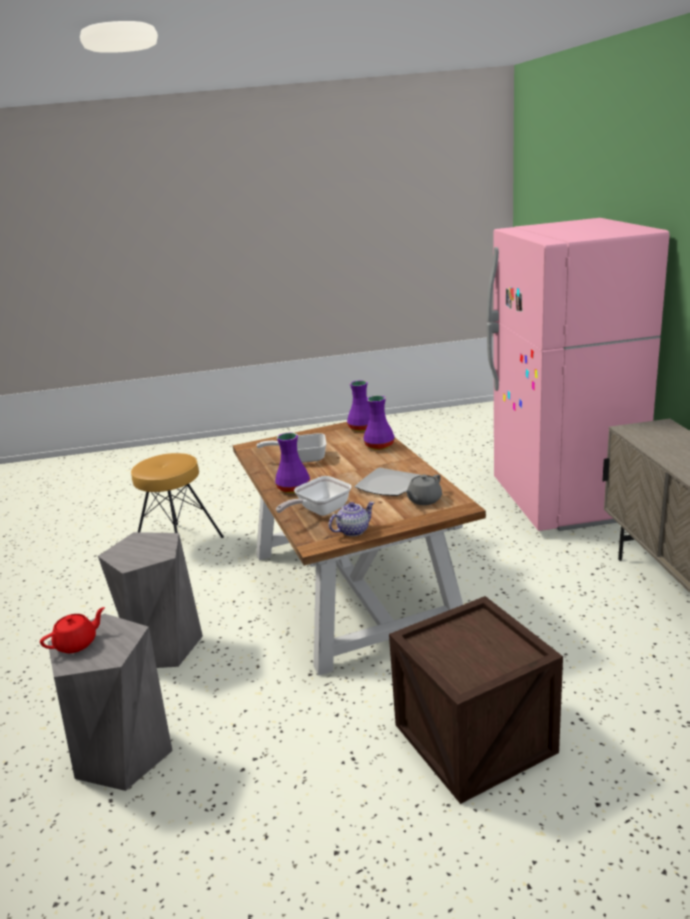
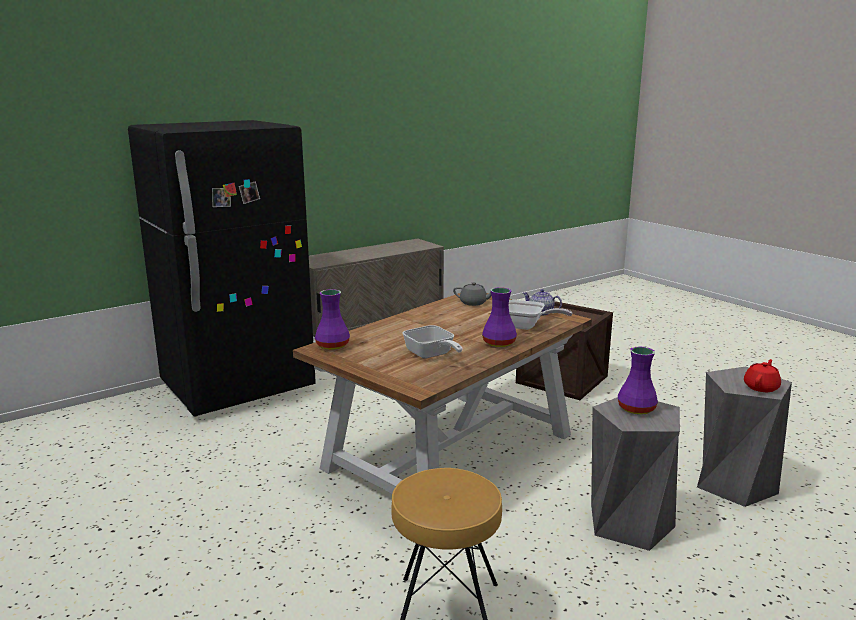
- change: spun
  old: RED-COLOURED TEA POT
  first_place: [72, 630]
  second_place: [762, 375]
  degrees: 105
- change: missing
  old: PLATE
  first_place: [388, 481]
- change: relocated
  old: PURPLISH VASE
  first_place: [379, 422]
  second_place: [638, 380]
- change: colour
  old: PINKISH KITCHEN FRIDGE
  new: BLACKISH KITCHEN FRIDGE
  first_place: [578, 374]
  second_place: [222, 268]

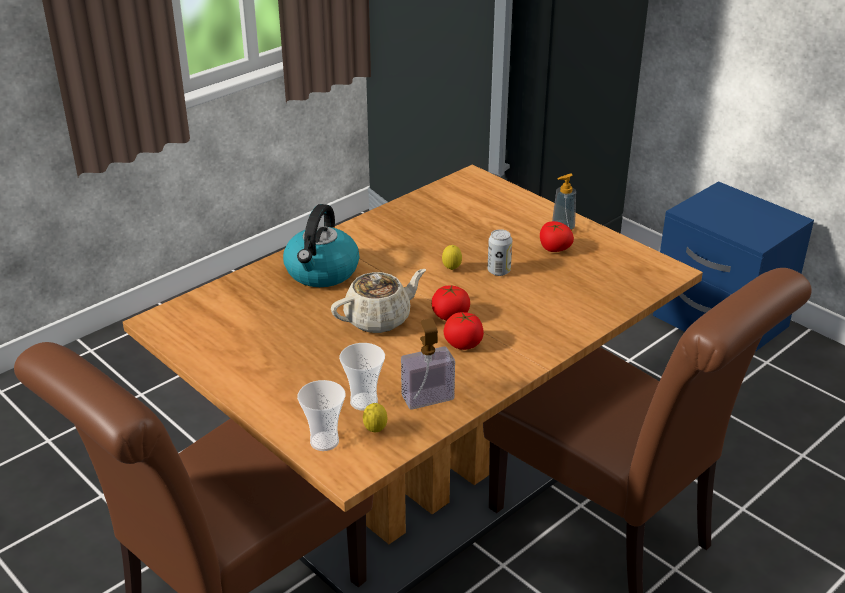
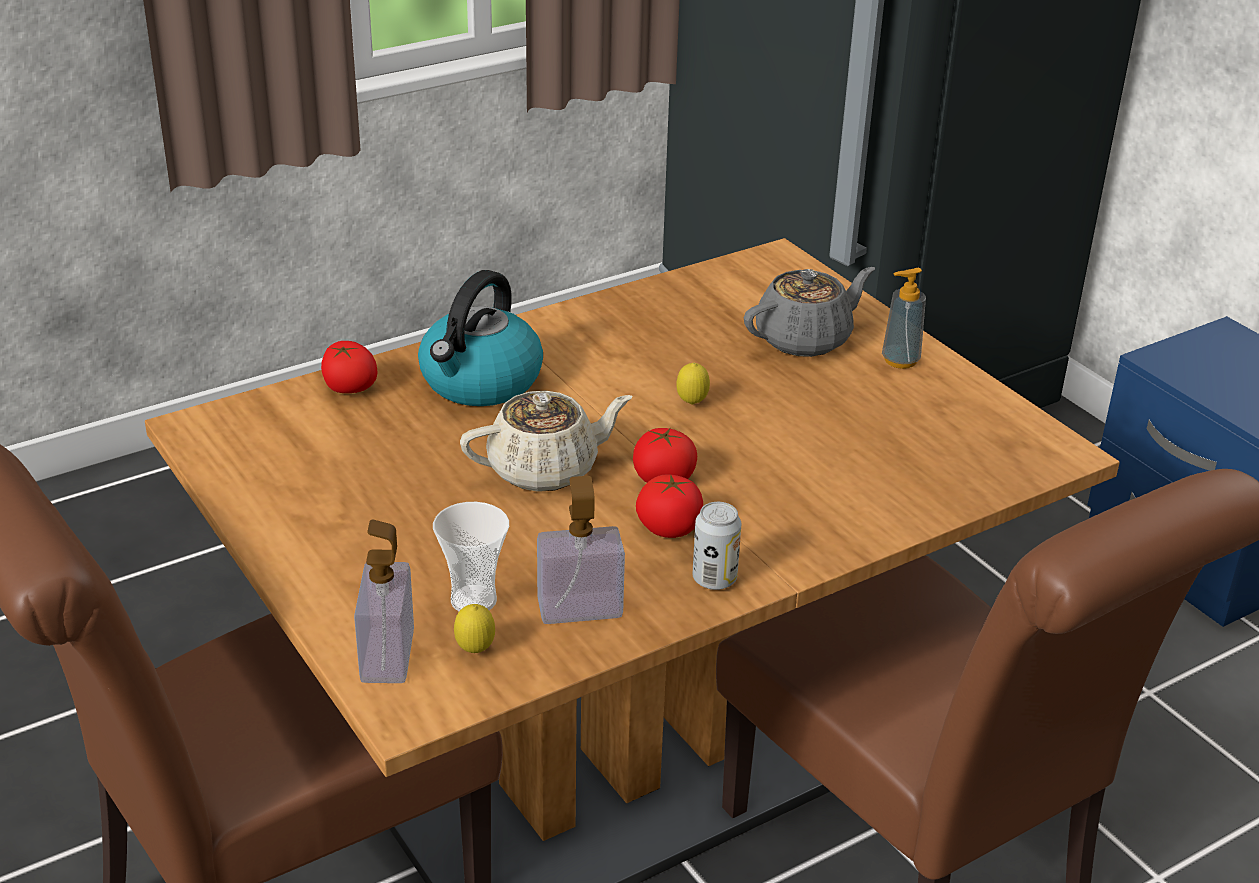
- change: exchanged
  old: SMALL CUP
  new: LIQUID SOAP BOTTLE
  first_place: [321, 415]
  second_place: [384, 601]
- change: relocated
  old: METAL CAN
  first_place: [500, 252]
  second_place: [717, 546]
- change: relocated
  old: WHOLE TOMATO
  first_place: [557, 236]
  second_place: [349, 367]
- change: appeared
  new: GREY TEA POT
  second_place: [809, 312]

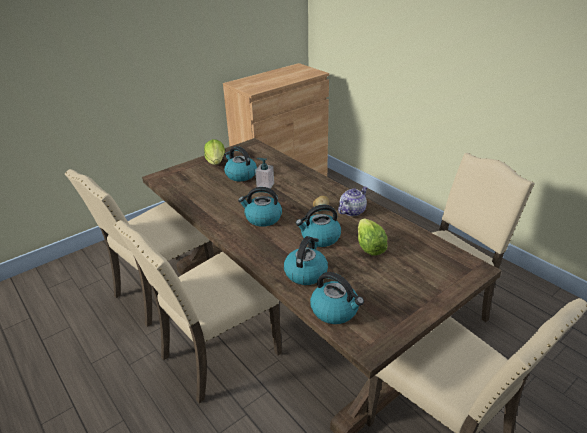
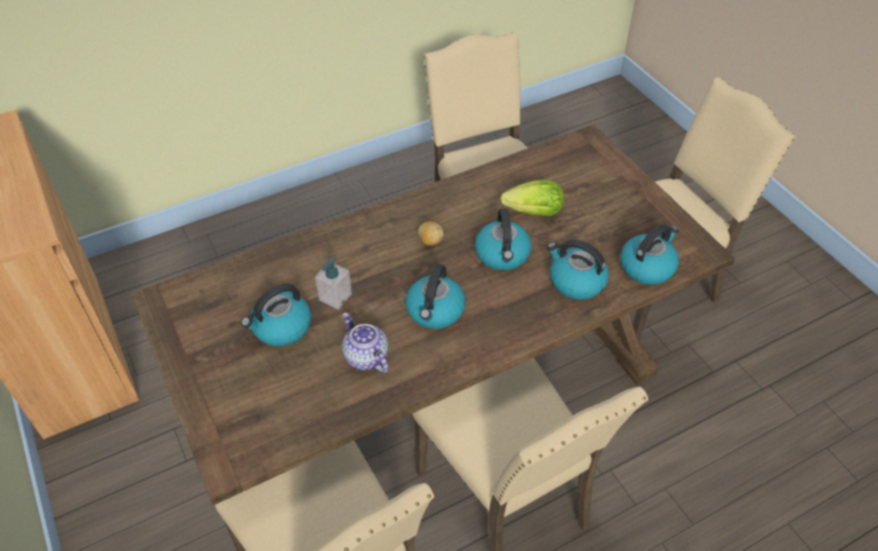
- change: missing
  old: HEAD OF LETTUCE
  first_place: [214, 152]
- change: relocated
  old: TEA POT
  first_place: [353, 201]
  second_place: [365, 343]

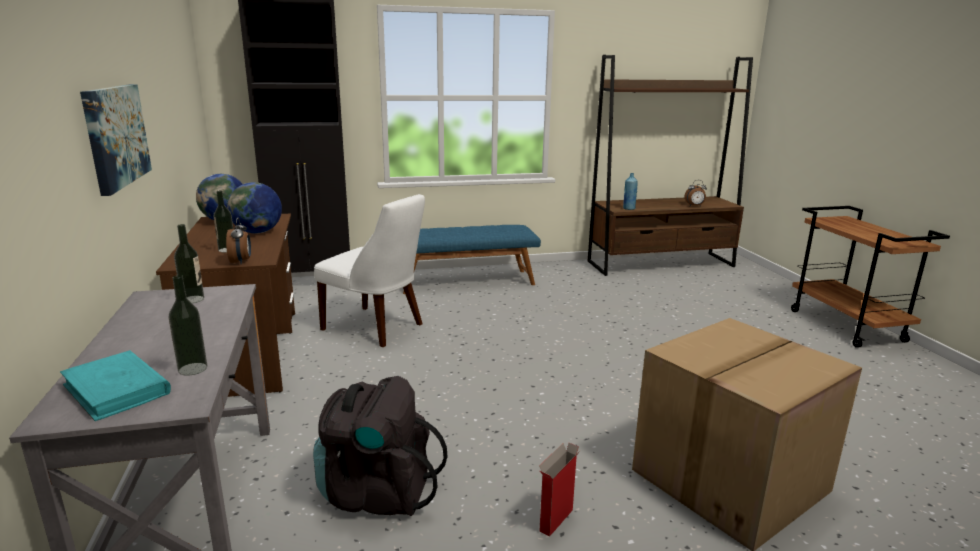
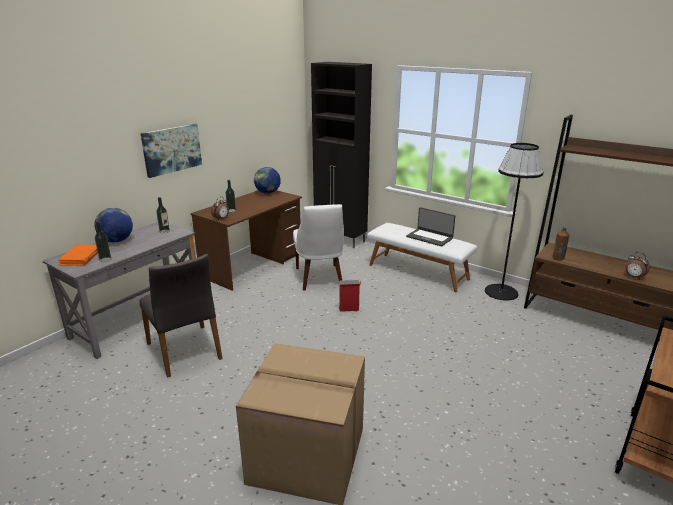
- change: colour
  old: TURQUOISE-COLOURED BOOK
  new: ORANGE-COLOURED BOOK
  first_place: [115, 385]
  second_place: [78, 255]
- change: relocated
  old: WORLD GLOBE
  first_place: [254, 208]
  second_place: [113, 225]
- change: exchanged
  old: BLACKISH KNAPSACK
  new: GREY PLAIN CHAIR
  first_place: [380, 446]
  second_place: [180, 316]
- change: colour
  old: BLUISH LONG SEAT
  new: WHITISH LONG SEAT
  first_place: [472, 259]
  second_place: [422, 257]
- change: relocated
  old: CARDBOARD BOX
  first_place: [560, 490]
  second_place: [349, 296]
- change: colour
  old: BLUISH BOTTLE
  new: BROWN-COLOURED BOTTLE
  first_place: [630, 191]
  second_place: [561, 243]
- change: appeared
  new: NOTEBOOK COMPUTER
  second_place: [430, 226]
- change: appeared
  new: BLACKISH STANDING LAMP
  second_place: [514, 222]

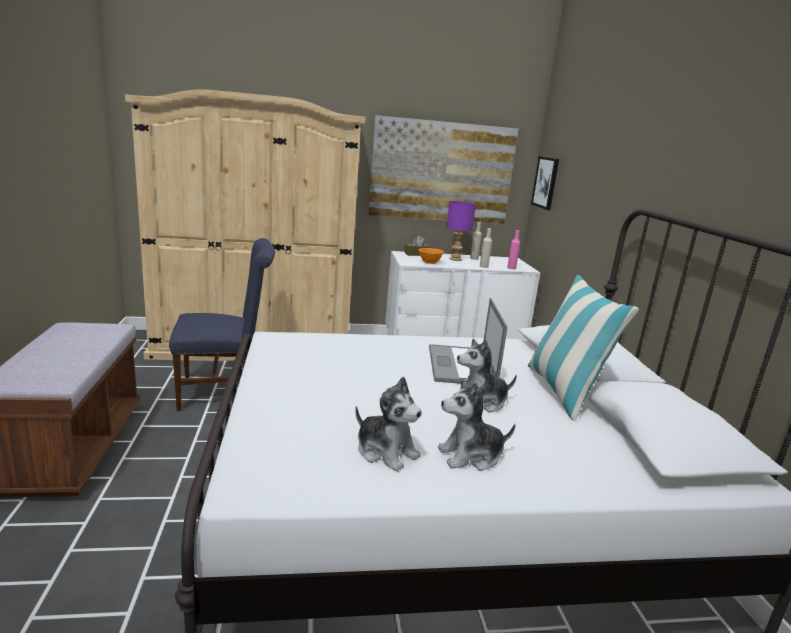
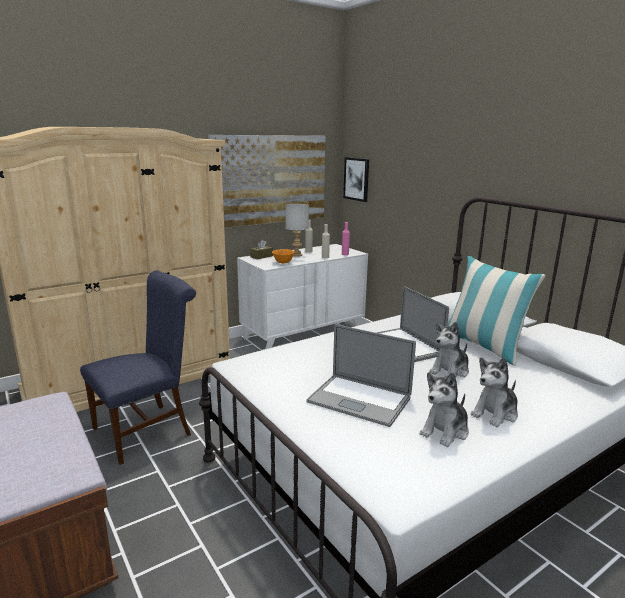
- change: spun
  old: CUDDLY TOY
  first_place: [388, 424]
  second_place: [444, 409]
  degrees: 120
- change: colour
  old: PURPLISH TABLE LAMP
  new: GREY TABLE LAMP
  first_place: [461, 231]
  second_place: [297, 230]
- change: appeared
  new: NOTEBOOK COMPUTER
  second_place: [361, 375]

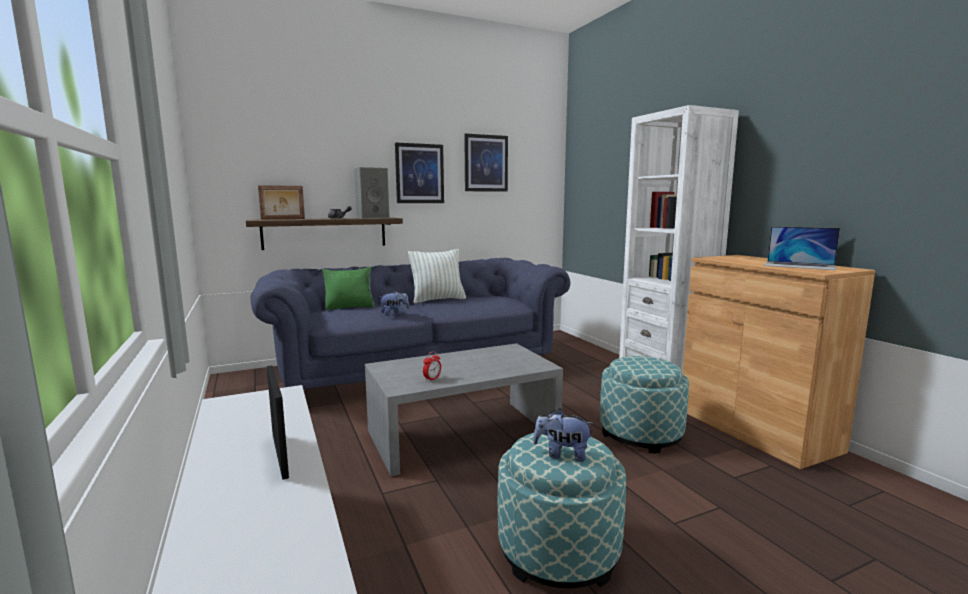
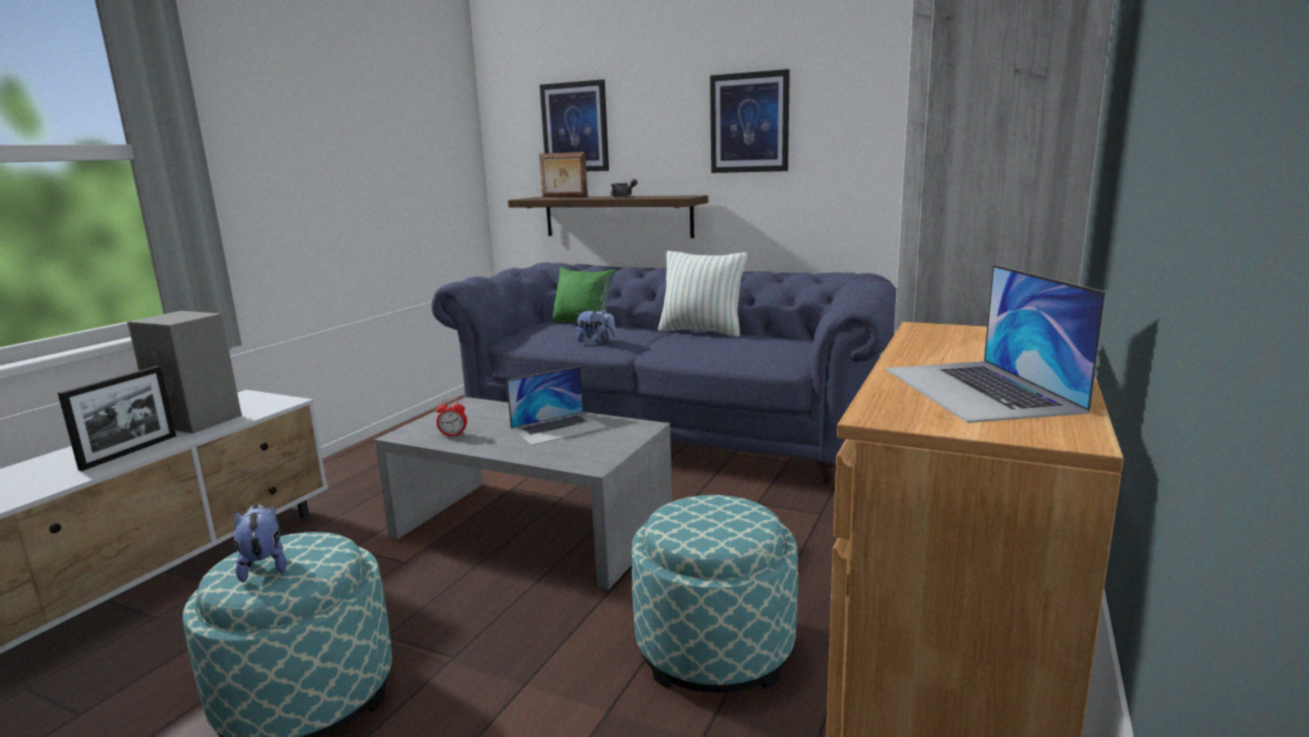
- change: relocated
  old: GREY AUDIO SPEAKER
  first_place: [372, 193]
  second_place: [184, 372]
- change: relocated
  old: PICTURE
  first_place: [486, 162]
  second_place: [574, 125]
- change: appeared
  new: NOTEBOOK COMPUTER
  second_place: [556, 405]

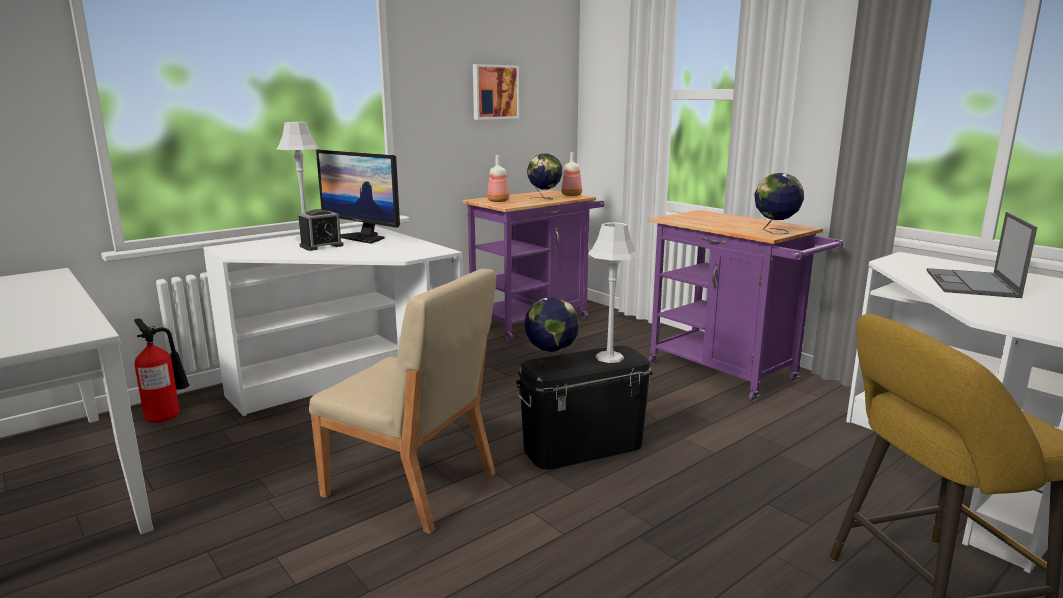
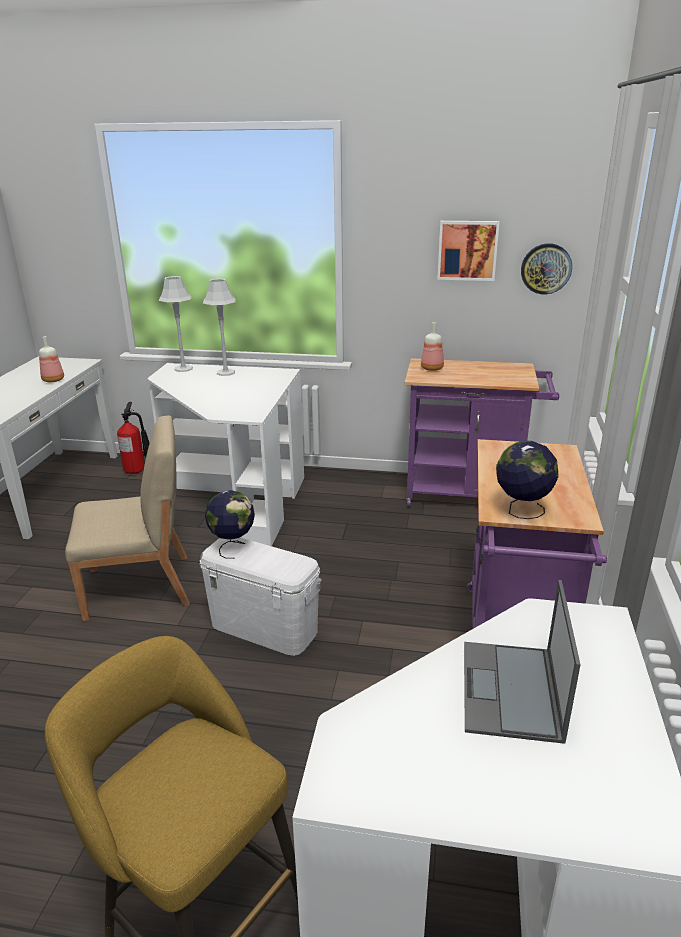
- change: missing
  old: ALARM CLOCK
  first_place: [321, 230]
- change: spun
  old: BEIGE-COLOURED PLAIN CHAIR
  first_place: [402, 401]
  second_place: [127, 518]
  degrees: -90
- change: missing
  old: COMPUTER SCREEN
  first_place: [358, 197]
- change: colour
  old: BLACKISH STORAGE BOX
  new: WHITISH STORAGE BOX
  first_place: [584, 408]
  second_place: [261, 597]
- change: missing
  old: WORLD GLOBE
  first_place: [544, 176]
- change: relocated
  old: BOTTLE
  first_place: [571, 174]
  second_place: [51, 359]
- change: relocated
  old: GREY TABLE LAMP
  first_place: [613, 292]
  second_place: [176, 324]
- change: spun
  old: NOTEBOOK COMPUTER
  first_place: [982, 255]
  second_place: [522, 662]
  degrees: -60
- change: appeared
  new: HANGING CLOCK
  second_place: [546, 268]

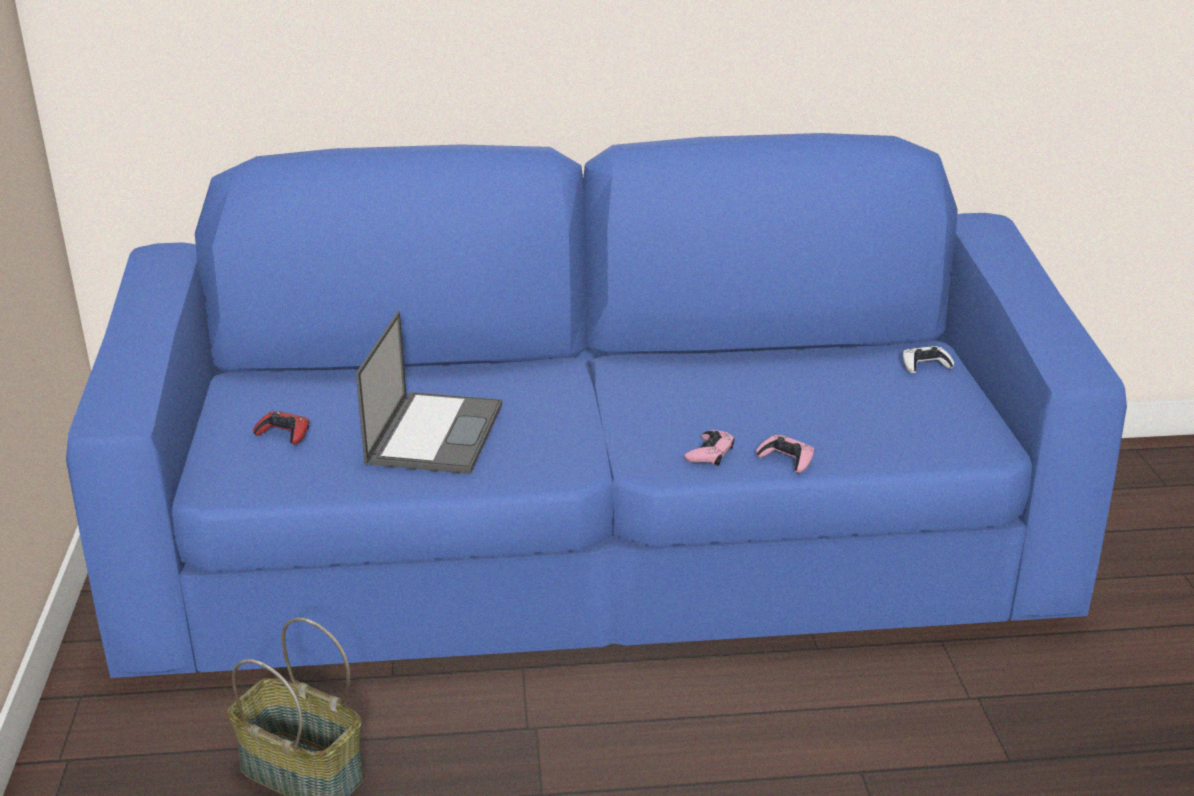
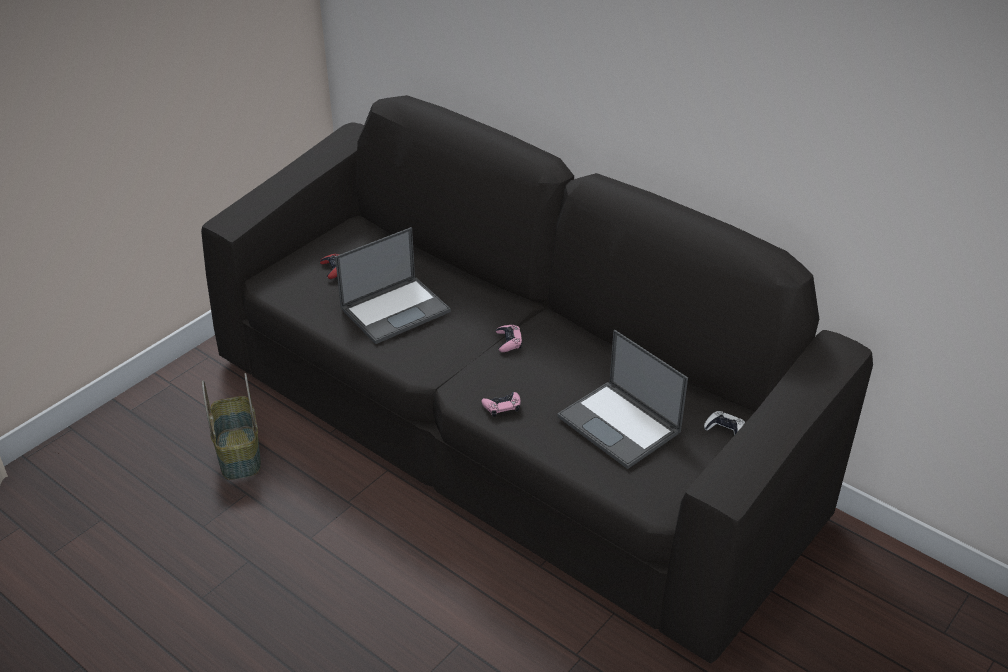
- change: colour
  old: BLUISH SOFA
  new: BLACKISH SOFA
  first_place: [596, 405]
  second_place: [537, 379]
- change: relocated
  old: PINKISH GAMEPAD
  first_place: [785, 454]
  second_place: [509, 338]
- change: appeared
  new: NOTEBOOK COMPUTER
  second_place: [622, 399]

